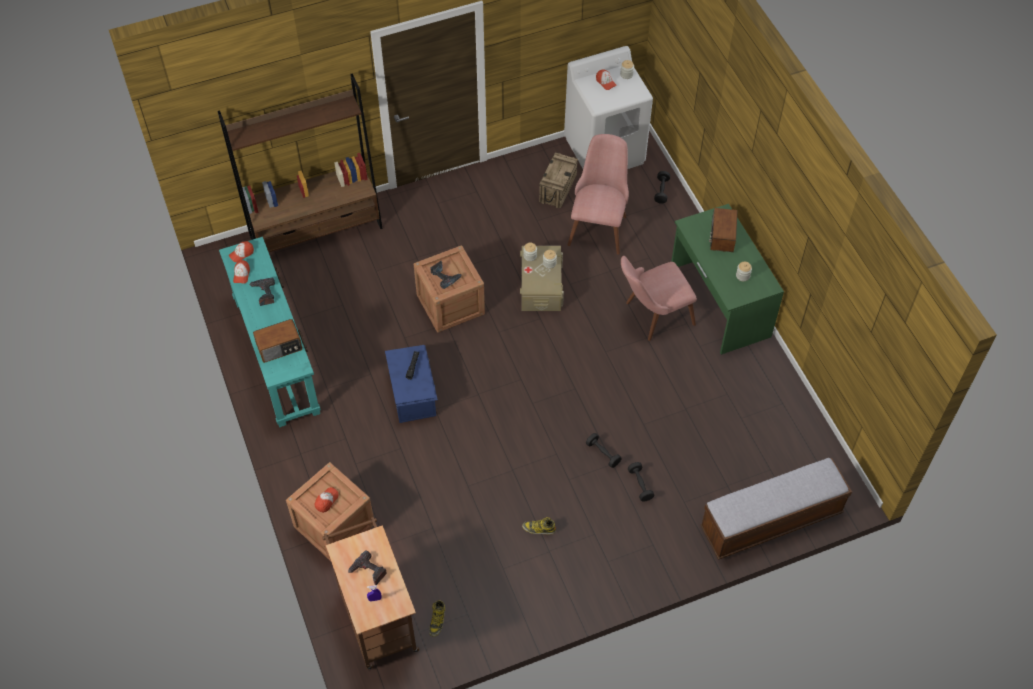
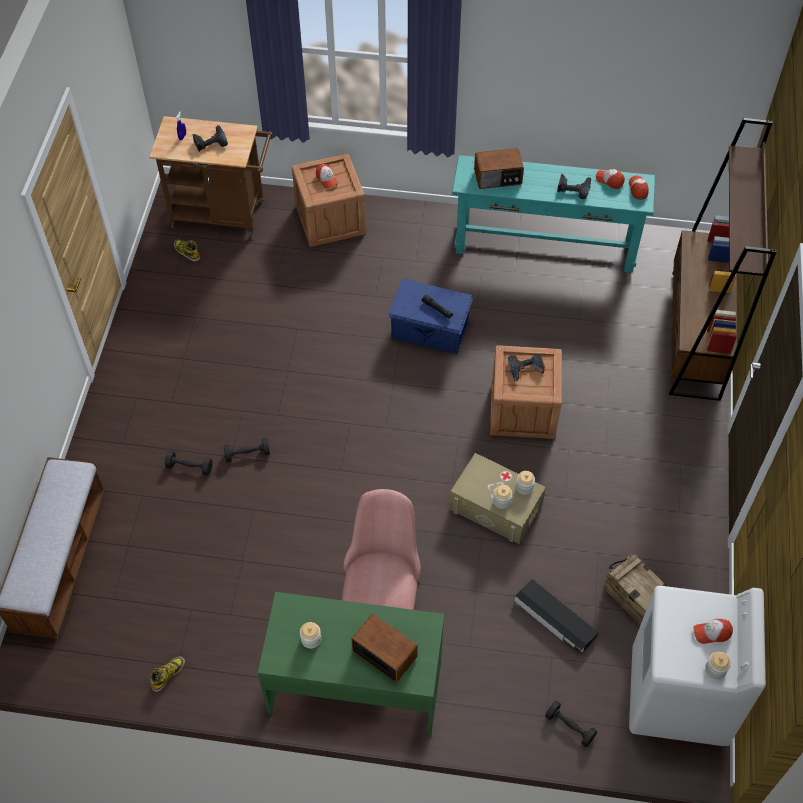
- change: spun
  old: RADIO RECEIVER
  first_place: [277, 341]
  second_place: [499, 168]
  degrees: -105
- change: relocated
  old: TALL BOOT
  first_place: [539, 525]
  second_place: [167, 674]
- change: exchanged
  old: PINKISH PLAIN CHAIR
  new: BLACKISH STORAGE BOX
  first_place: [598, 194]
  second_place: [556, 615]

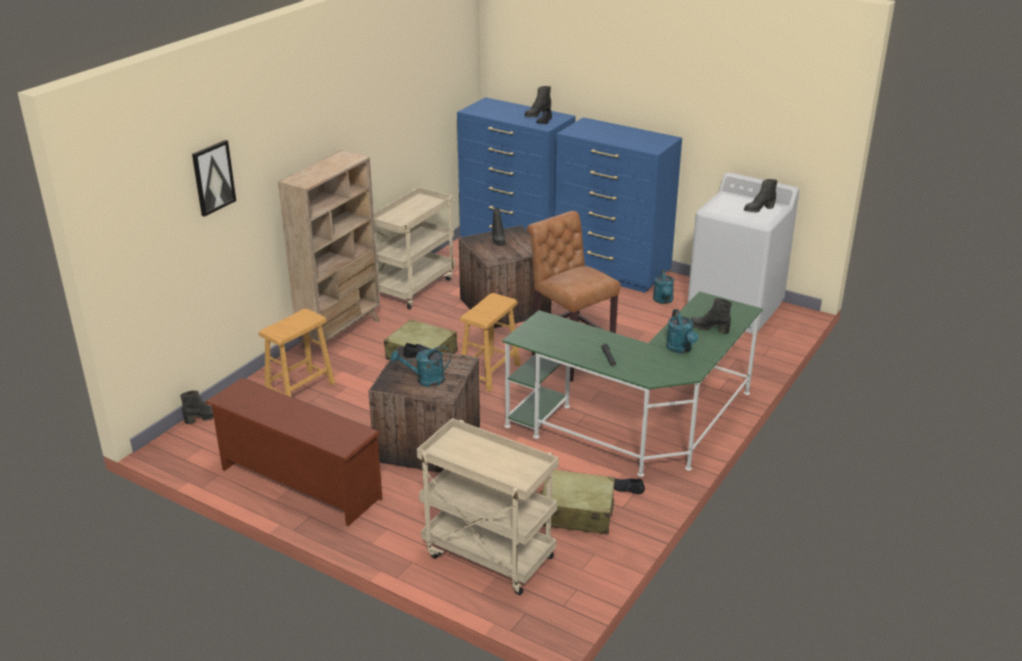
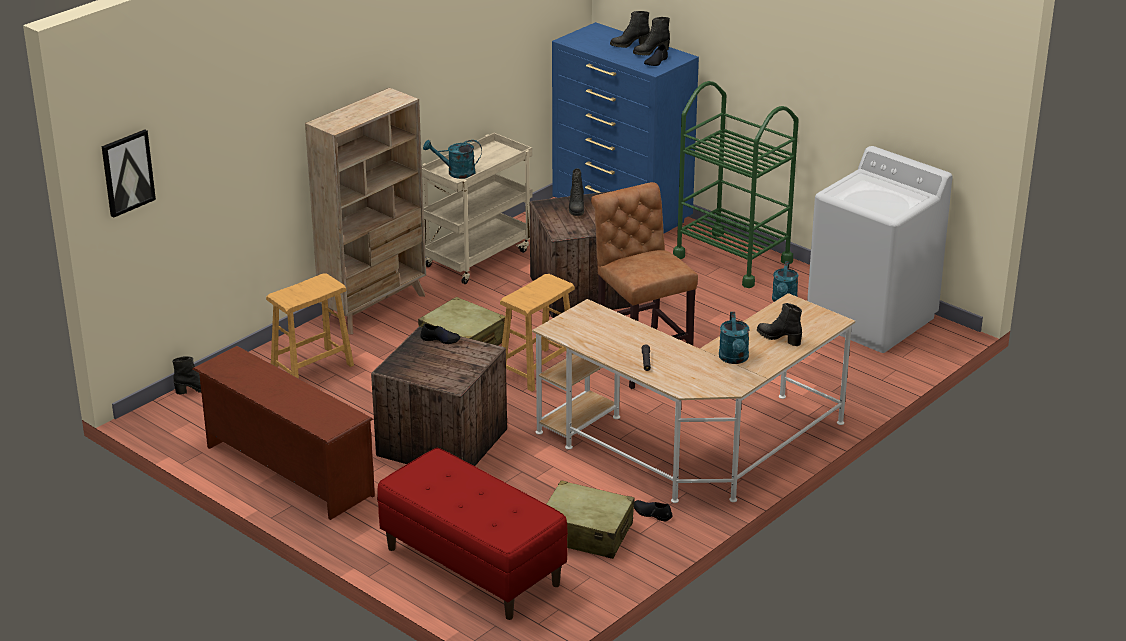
- change: relocated
  old: PICTURE
  first_place: [214, 178]
  second_place: [128, 173]
- change: relocated
  old: TURQUOISE-COLOURED SPRINKLING CAN
  first_place: [421, 366]
  second_place: [452, 159]
- change: exchanged
  old: BEIGE-COLOURED CART
  new: RED-COLOURED LONG SEAT
  first_place: [488, 506]
  second_place: [472, 534]
- change: colour
  old: GREENISH DESK UNIT
  new: BEIGE-COLOURED DESK UNIT
  first_place: [632, 384]
  second_place: [693, 398]
- change: exchanged
  old: BLUISH DRAWER CHEST
  new: GREENISH CART
  first_place: [618, 205]
  second_place: [736, 184]
- change: relocated
  old: BLACKISH TALL BOOT
  first_place: [761, 195]
  second_place: [630, 29]

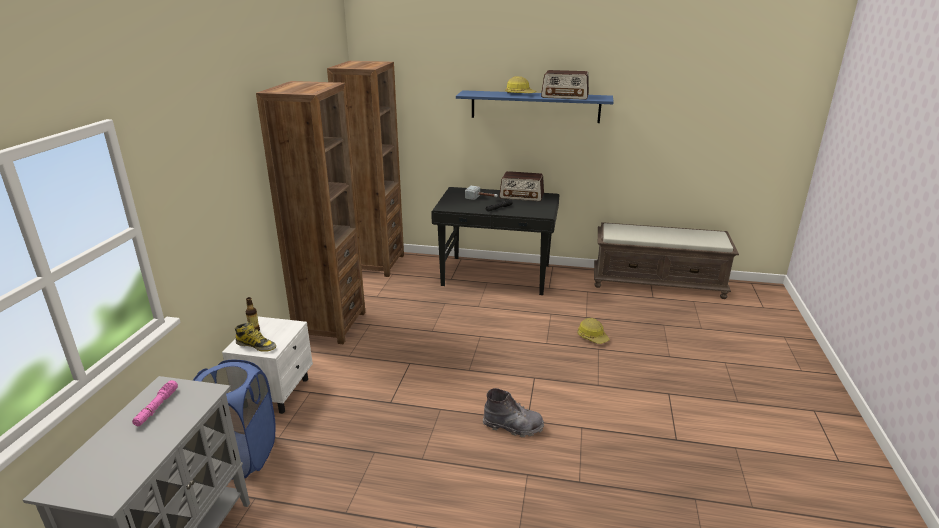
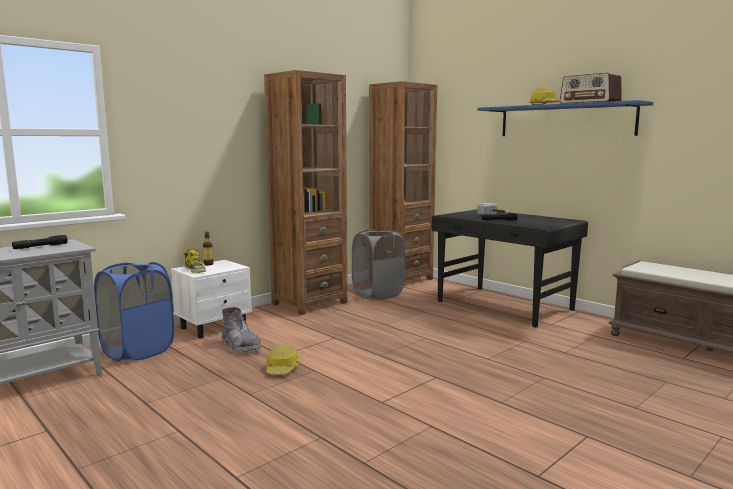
- change: colour
  old: PINKISH HAND TORCH
  new: BLACKISH HAND TORCH
  first_place: [155, 403]
  second_place: [40, 242]
- change: relocated
  old: GREY TALL BOOT
  first_place: [513, 412]
  second_place: [241, 330]
- change: missing
  old: RADIO RECEIVER
  first_place: [521, 186]
- change: relocated
  old: SAFETY HELMET
  first_place: [593, 331]
  second_place: [283, 358]
- change: appeared
  new: GREY LAUNDRY BASKET
  second_place: [378, 264]

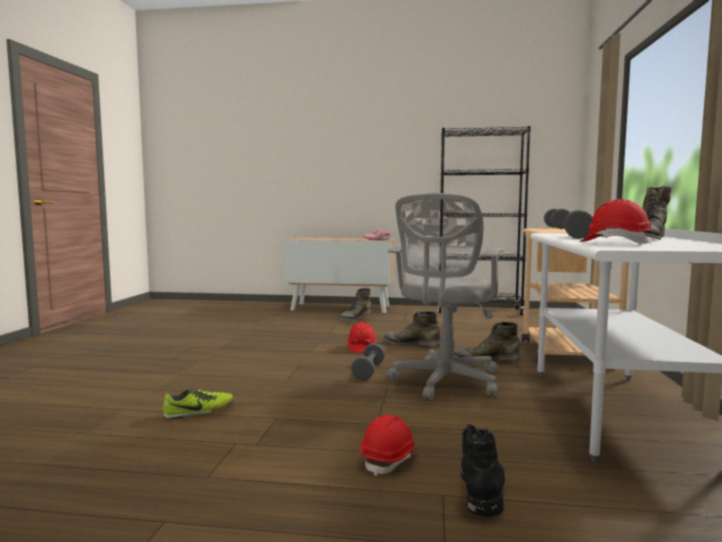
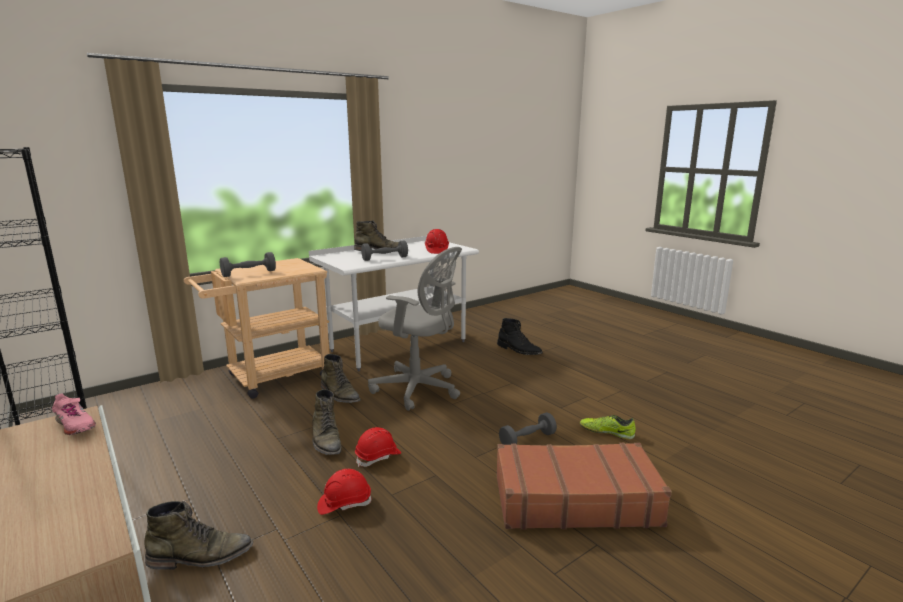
- change: relocated
  old: GREY FREE WEIGHT
  first_place: [368, 361]
  second_place: [528, 428]
- change: relocated
  old: RED-COLOURED SAFETY HELMET
  first_place: [388, 445]
  second_place: [344, 492]
- change: spun
  old: GREY DESK CHAIR
  first_place: [445, 296]
  second_place: [415, 329]
  degrees: 45
- change: spun
  old: BLACKISH TALL BOOT
  first_place: [483, 470]
  second_place: [520, 336]
  degrees: -105
- change: appeared
  new: BROWN-COLOURED SUITCASE
  second_place: [584, 486]

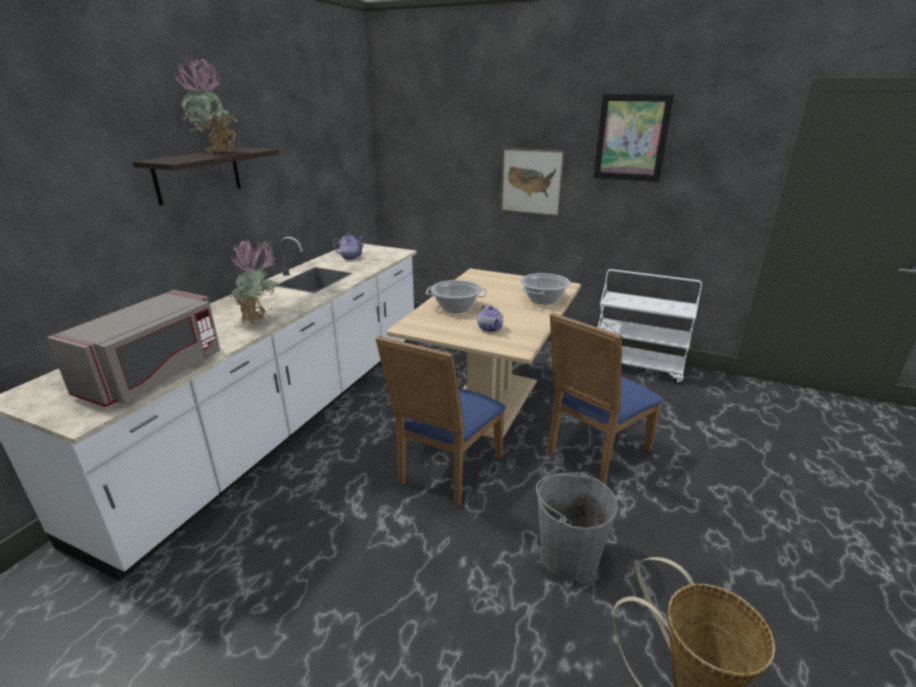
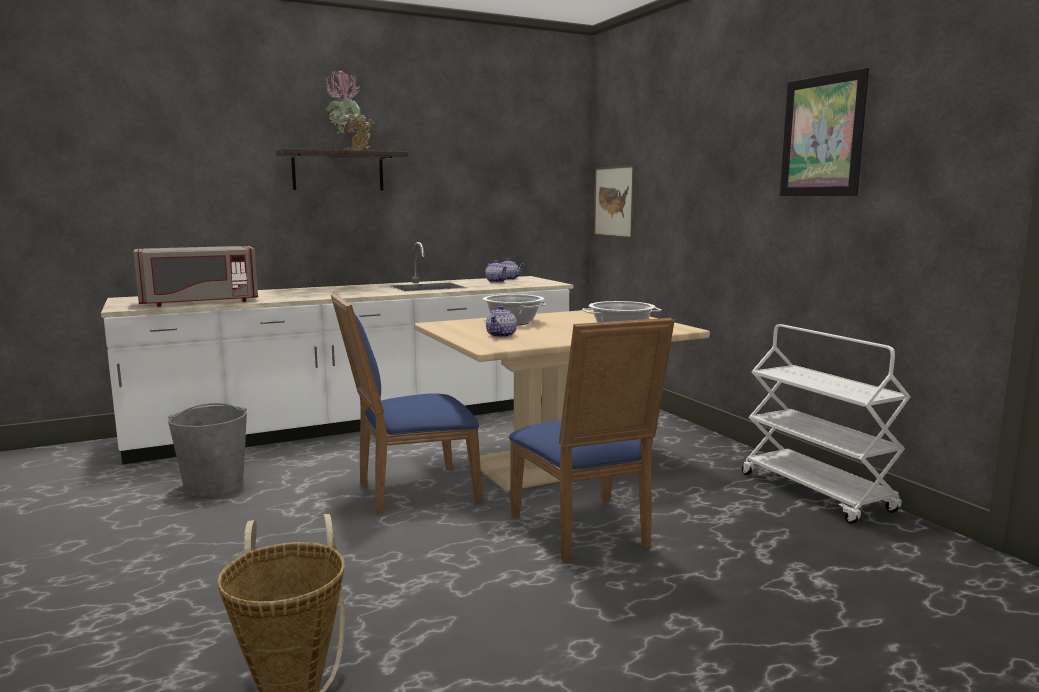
- change: missing
  old: HOUSEPLANT
  first_place: [254, 280]
- change: relocated
  old: PICTURE
  first_place: [532, 182]
  second_place: [614, 202]
- change: relocated
  old: GREY PAIL
  first_place: [577, 526]
  second_place: [207, 450]
- change: spun
  old: BLUISH PLAIN CHAIR
  first_place: [605, 397]
  second_place: [592, 440]
  degrees: -105

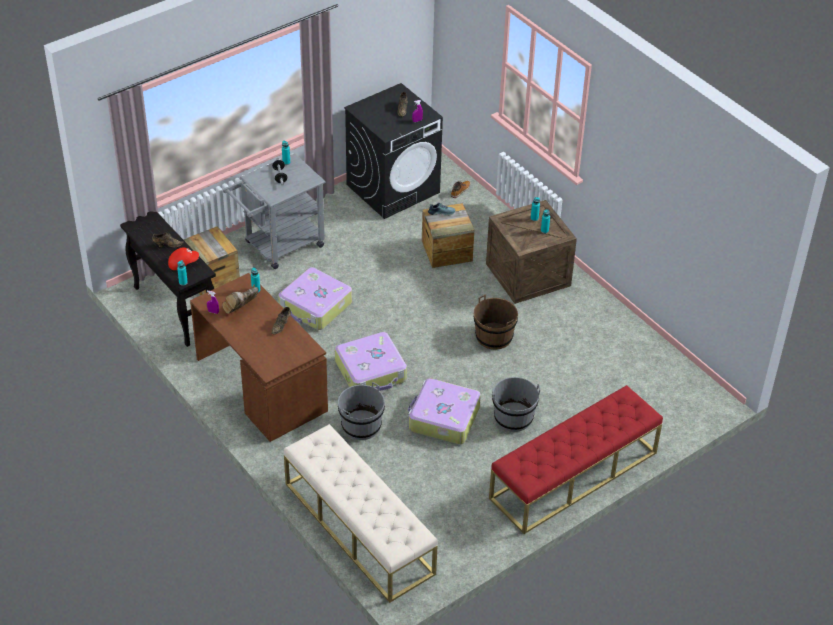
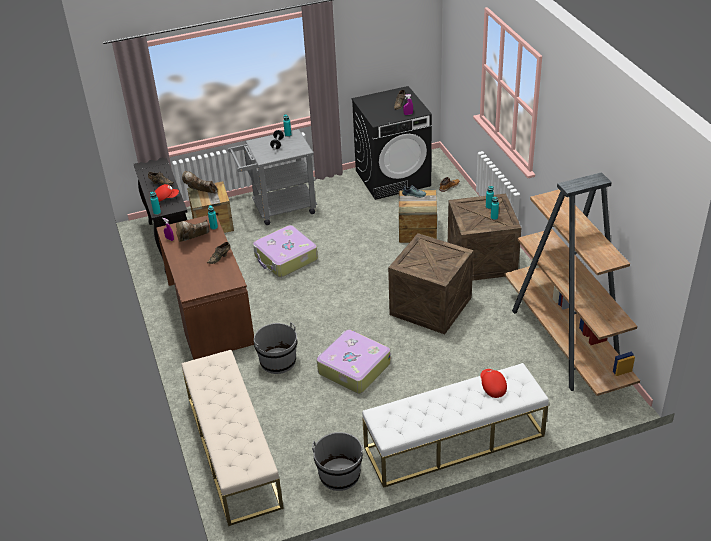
- change: missing
  old: SUITCASE
  first_place: [371, 361]
- change: exchanged
  old: BROWN-COLOURED PAIL
  new: CRATE
  first_place: [496, 322]
  second_place: [431, 283]
- change: colour
  old: RED-COLOURED LONG SEAT
  new: WHITISH LONG SEAT
  first_place: [576, 459]
  second_place: [455, 425]
- change: relocated
  old: GREY PAIL
  first_place: [516, 404]
  second_place: [337, 461]
- change: appeared
  new: BROWN-COLOURED TALL BOOT
  second_place: [200, 182]
- change: appeared
  new: RED-COLOURED BASEBALL CAP
  second_place: [493, 383]
- change: appeared
  new: BROWN-COLOURED BOOKCASE
  second_place: [572, 284]

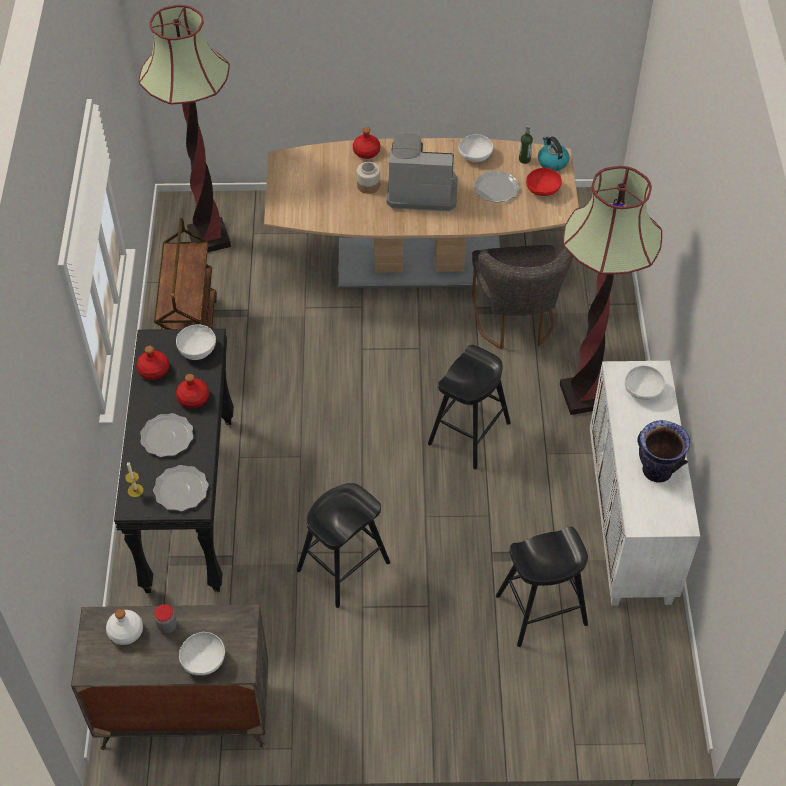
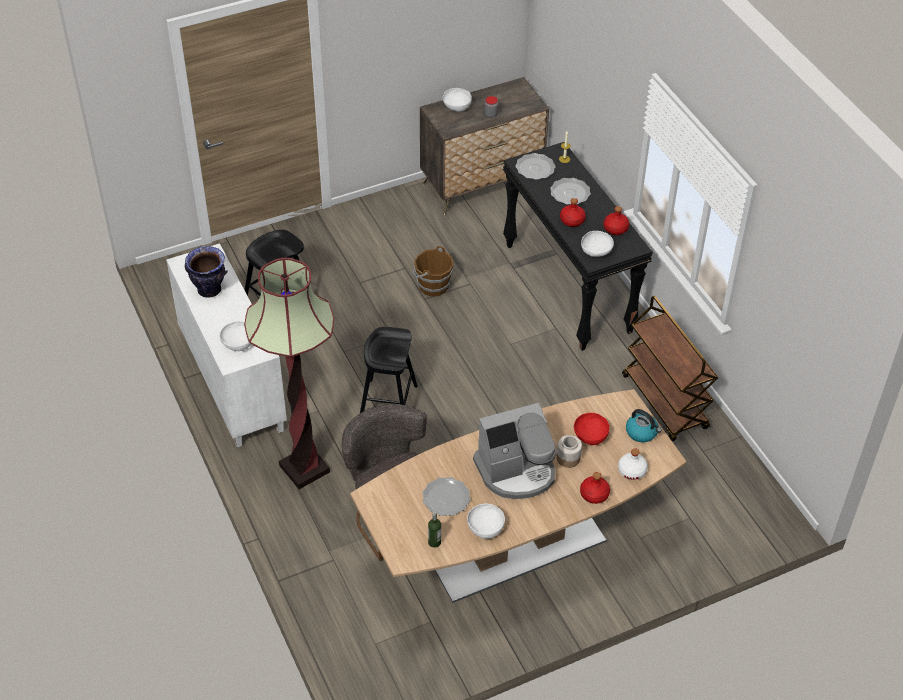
- change: relocated
  old: WHITISH BOTTLE
  first_place: [124, 627]
  second_place: [633, 464]
- change: missing
  old: STANDING LAMP
  first_place: [184, 128]
- change: exchanged
  old: BLACKISH STOOL
  new: BROWN-COLOURED PAIL
  first_place: [343, 545]
  second_place: [433, 271]
- change: relocated
  old: RED-COLOURED BOWL
  first_place: [544, 182]
  second_place: [592, 429]
- change: relocated
  old: KETTLE
  first_place: [554, 153]
  second_place: [644, 425]

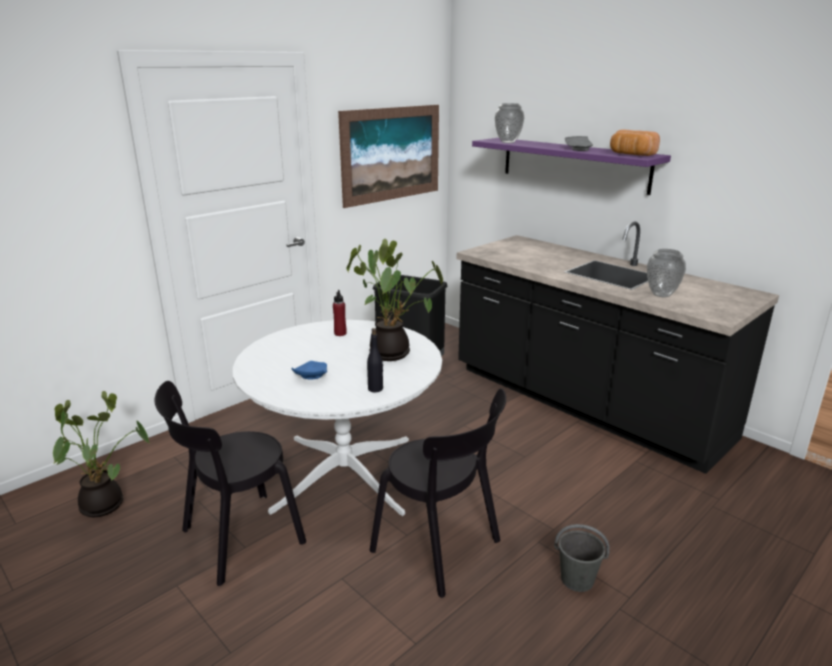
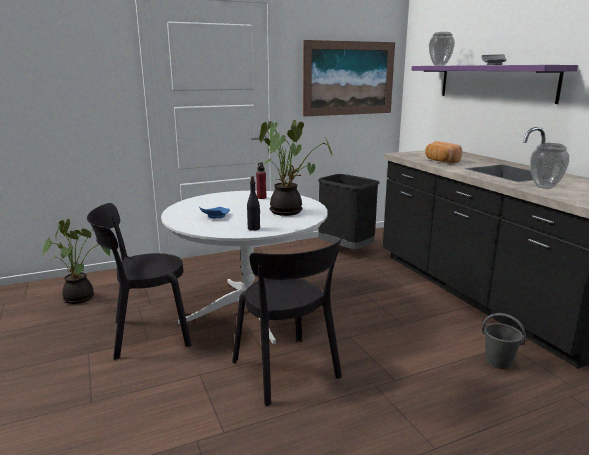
- change: relocated
  old: GREY PAIL
  first_place: [582, 558]
  second_place: [504, 341]
- change: relocated
  old: BAKED BREAD
  first_place: [635, 143]
  second_place: [443, 152]

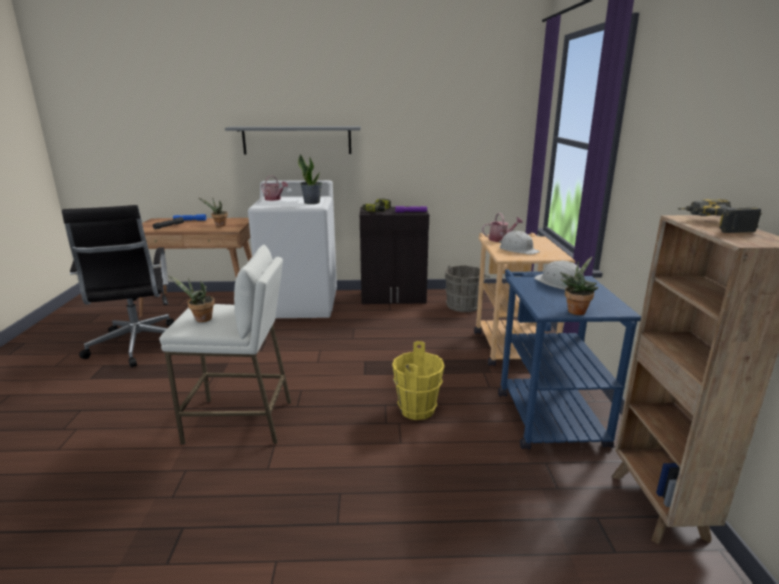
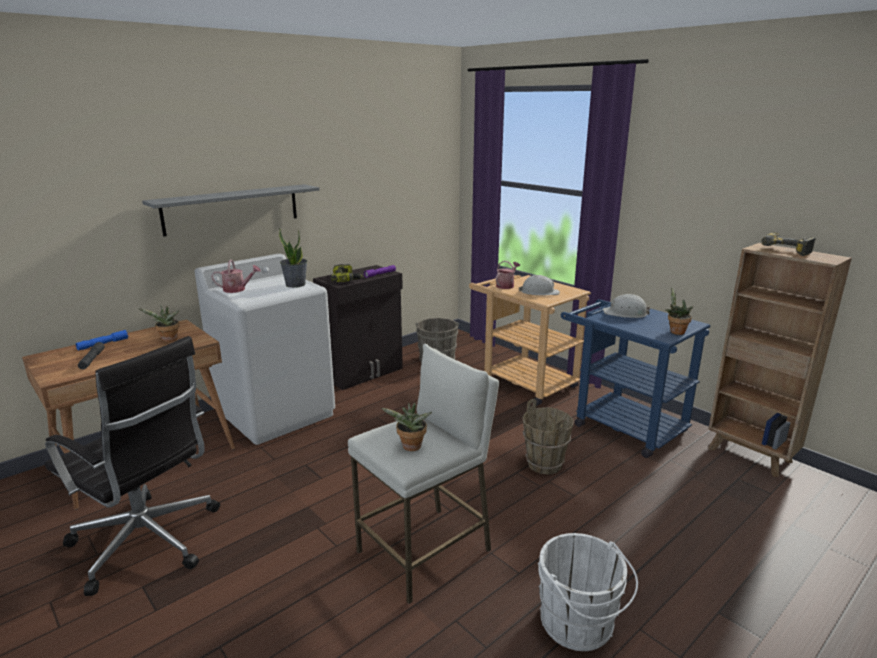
- change: colour
  old: YELLOWISH PAIL
  new: BROWN-COLOURED PAIL
  first_place: [418, 380]
  second_place: [547, 437]
- change: appeared
  new: WHITISH PAIL
  second_place: [588, 592]

